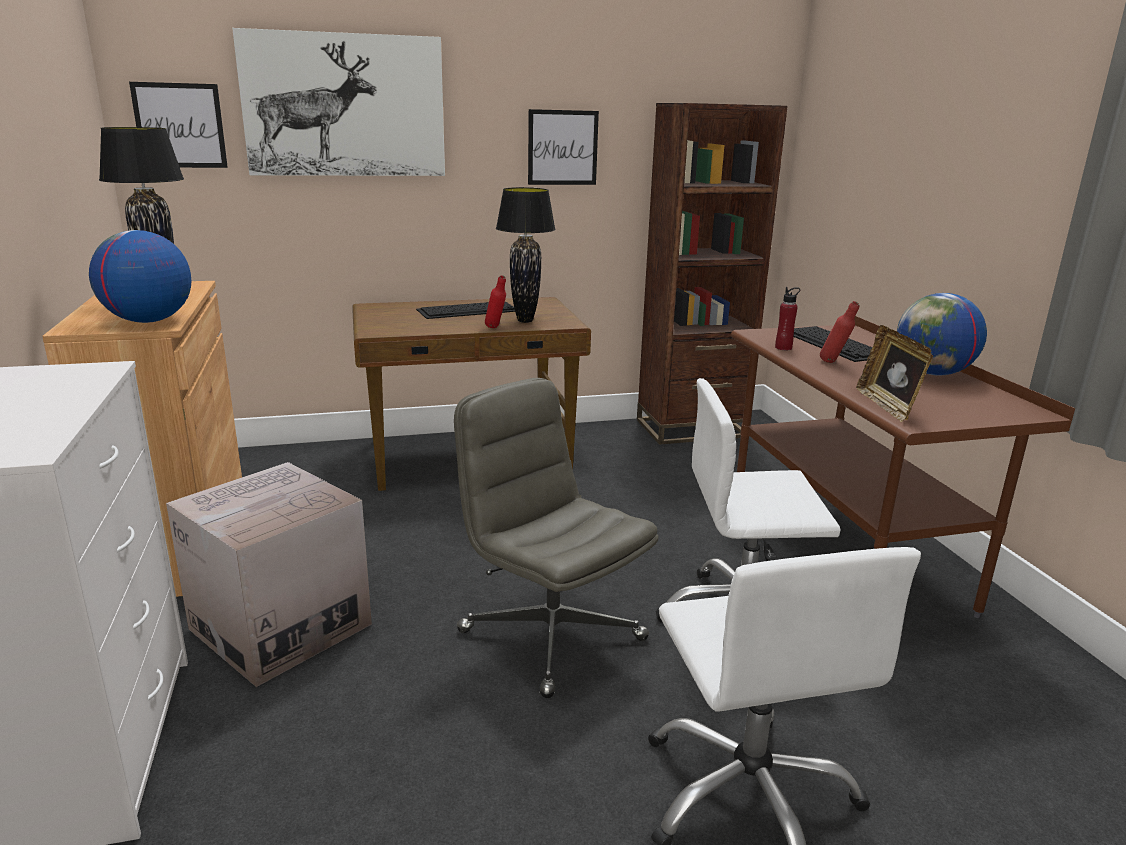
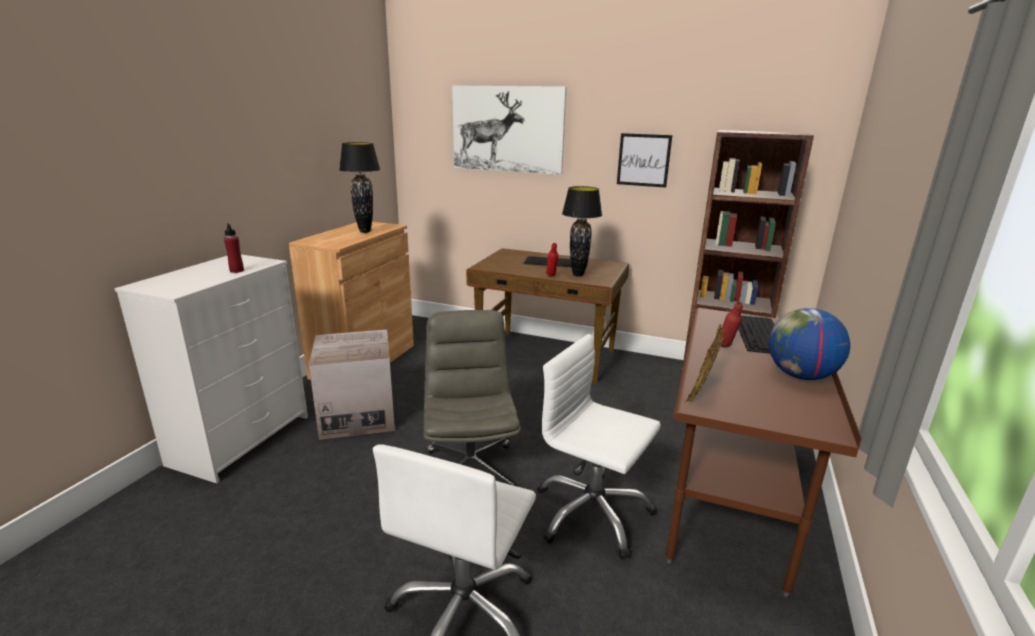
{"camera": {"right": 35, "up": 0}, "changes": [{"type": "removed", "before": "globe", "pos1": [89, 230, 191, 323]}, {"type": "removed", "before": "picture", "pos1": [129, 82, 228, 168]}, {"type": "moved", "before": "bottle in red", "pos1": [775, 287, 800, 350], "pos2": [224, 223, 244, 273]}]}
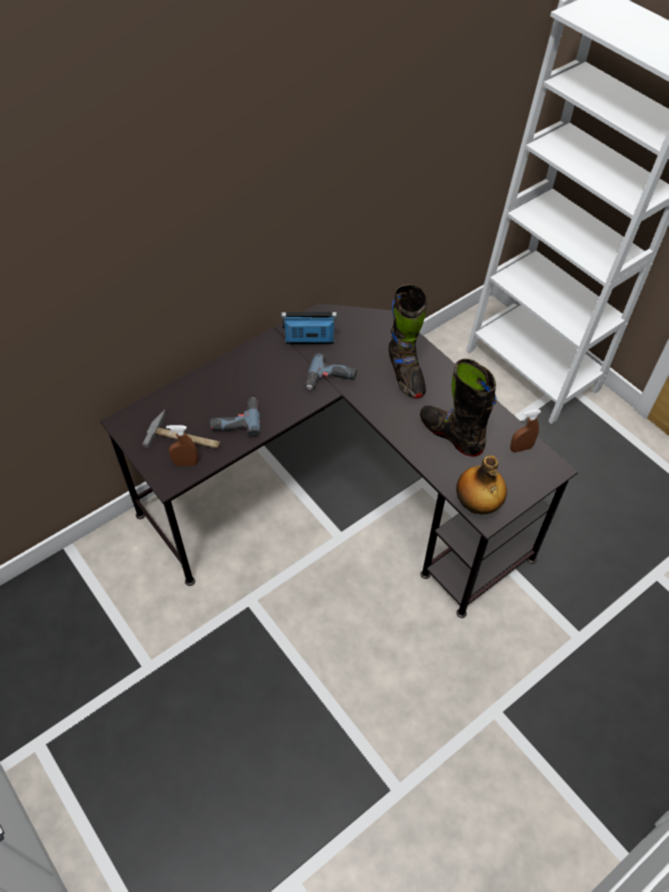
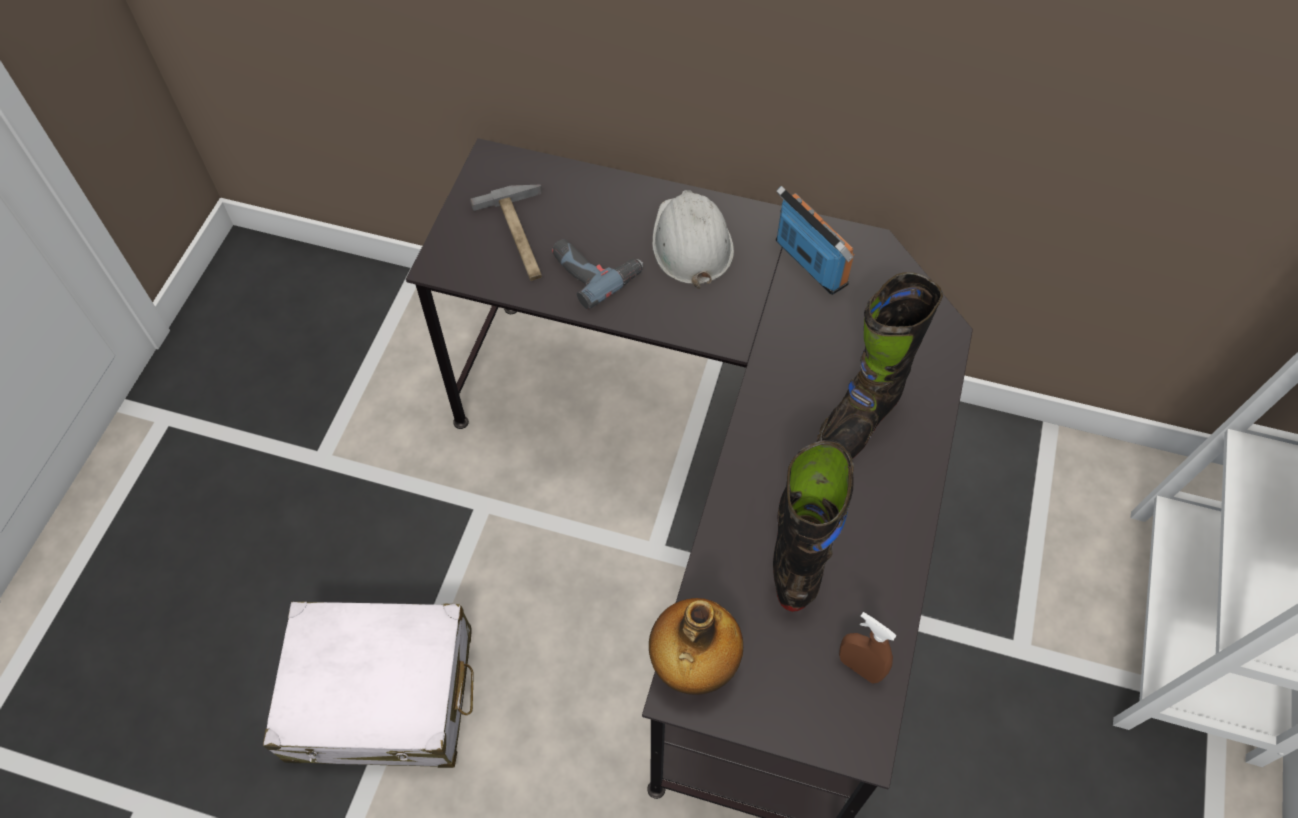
{"camera": {"right": 55, "up": 5}, "changes": [{"type": "removed", "before": "spray bottle in brown", "pos1": [166, 425, 198, 466]}, {"type": "removed", "before": "power drill", "pos1": [305, 353, 357, 390]}, {"type": "added", "after": "suitcase in white", "pos2": [263, 602, 473, 768]}, {"type": "added", "after": "hard hat in white", "pos2": [652, 190, 734, 289]}]}
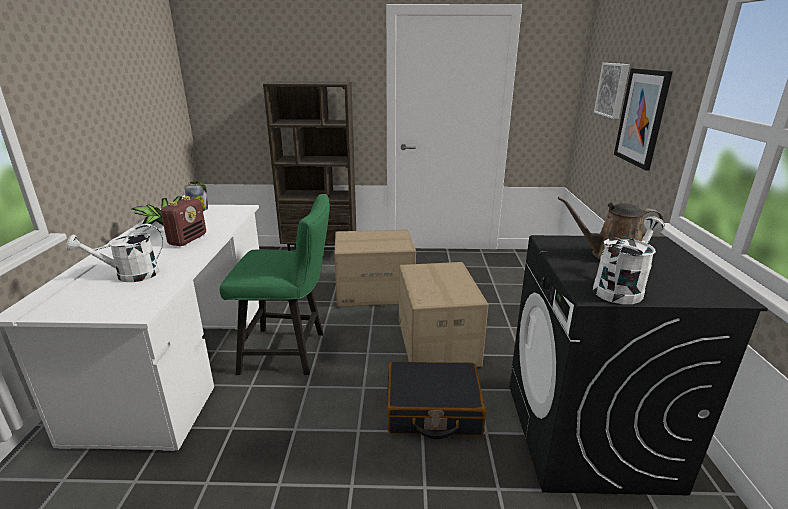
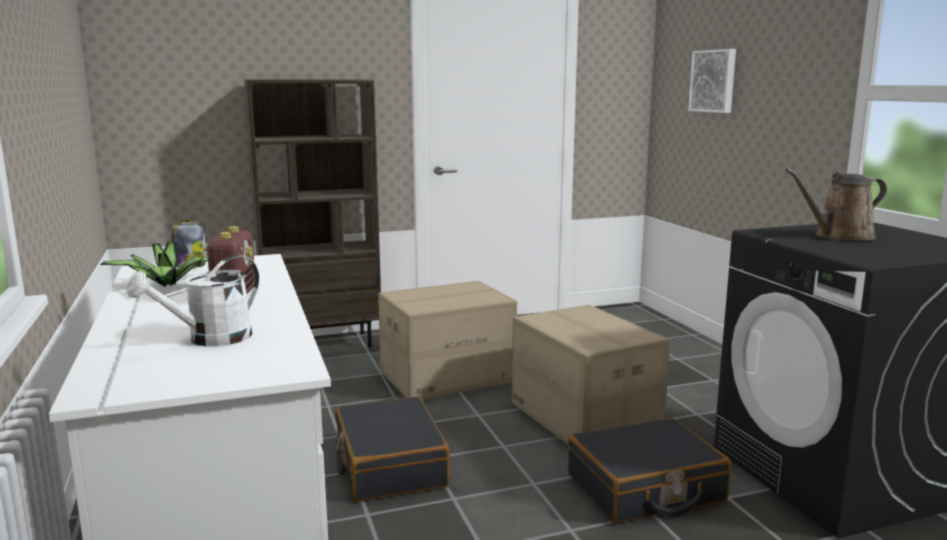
{"camera": {"right": -20, "up": -10}, "changes": [{"type": "replaced", "before": "chair in green", "after": "suitcase in black", "pos1": [219, 194, 330, 375], "pos2": [335, 396, 450, 502]}, {"type": "removed", "before": "watering can in white", "pos1": [593, 216, 665, 304]}, {"type": "removed", "before": "picture", "pos1": [614, 68, 673, 171]}]}
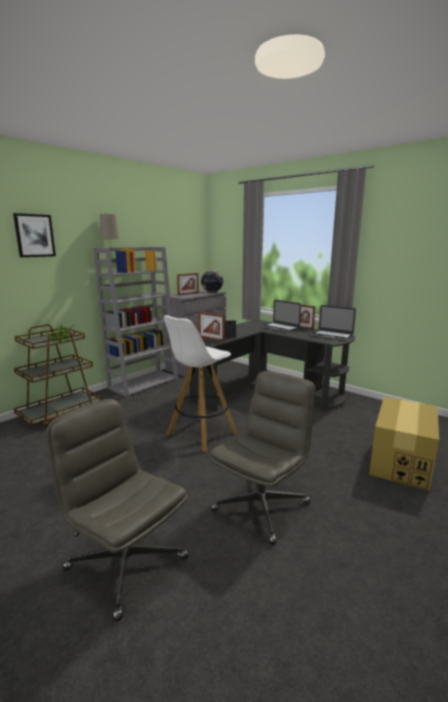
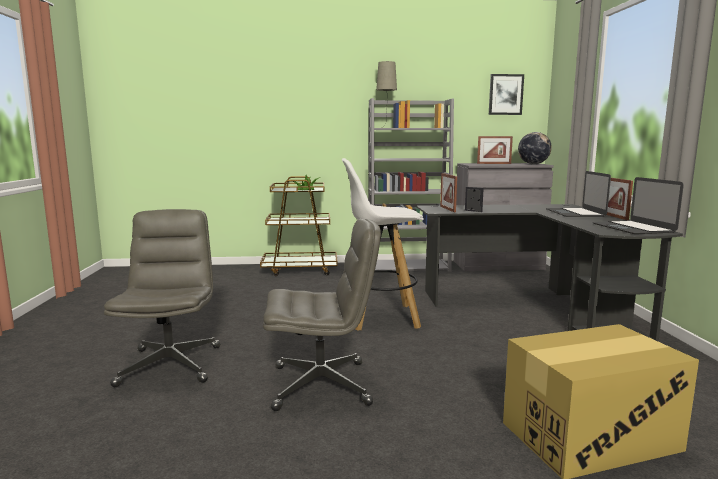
{"camera": {"right": 45, "up": -5}, "changes": [{"type": "moved", "before": "picture", "pos1": [13, 213, 56, 257], "pos2": [489, 74, 524, 115]}]}
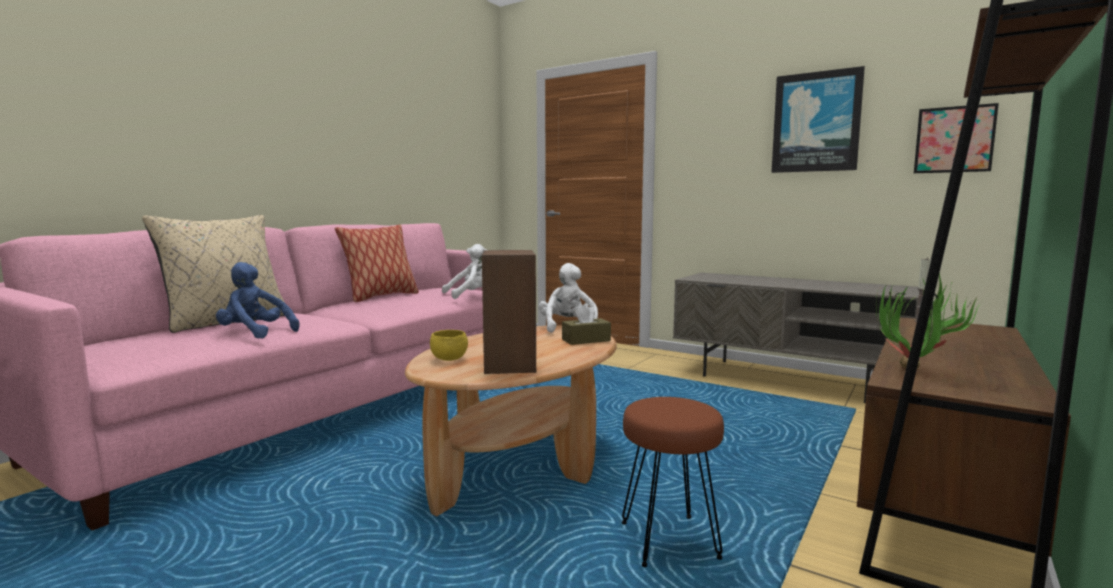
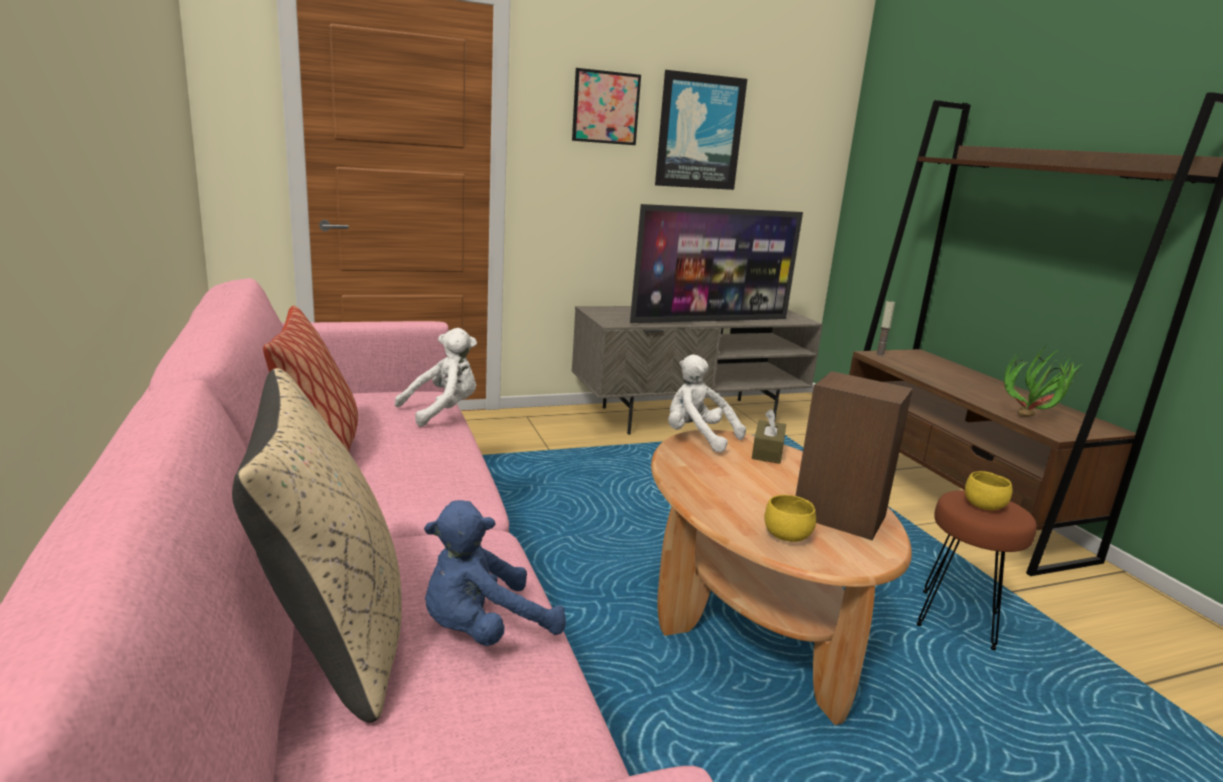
{"camera": {"right": -55, "up": 10}, "changes": [{"type": "turned", "before": "plush toy in white", "pos1": [442, 244, 486, 299], "pos2": [395, 328, 477, 427], "turn": 45}, {"type": "moved", "before": "picture", "pos1": [914, 103, 999, 173], "pos2": [572, 68, 641, 145]}, {"type": "added", "after": "television", "pos2": [630, 204, 803, 323]}, {"type": "added", "after": "bowl in yellow", "pos2": [965, 471, 1012, 510]}]}
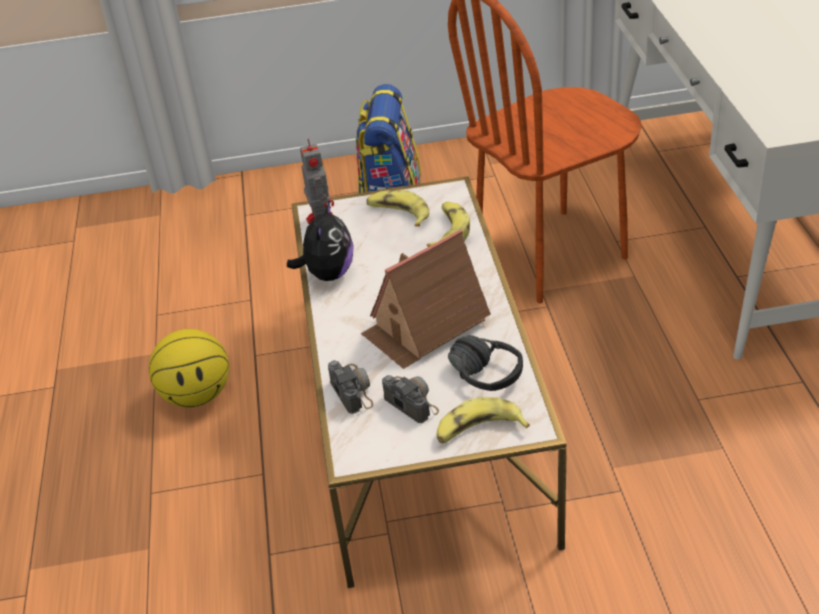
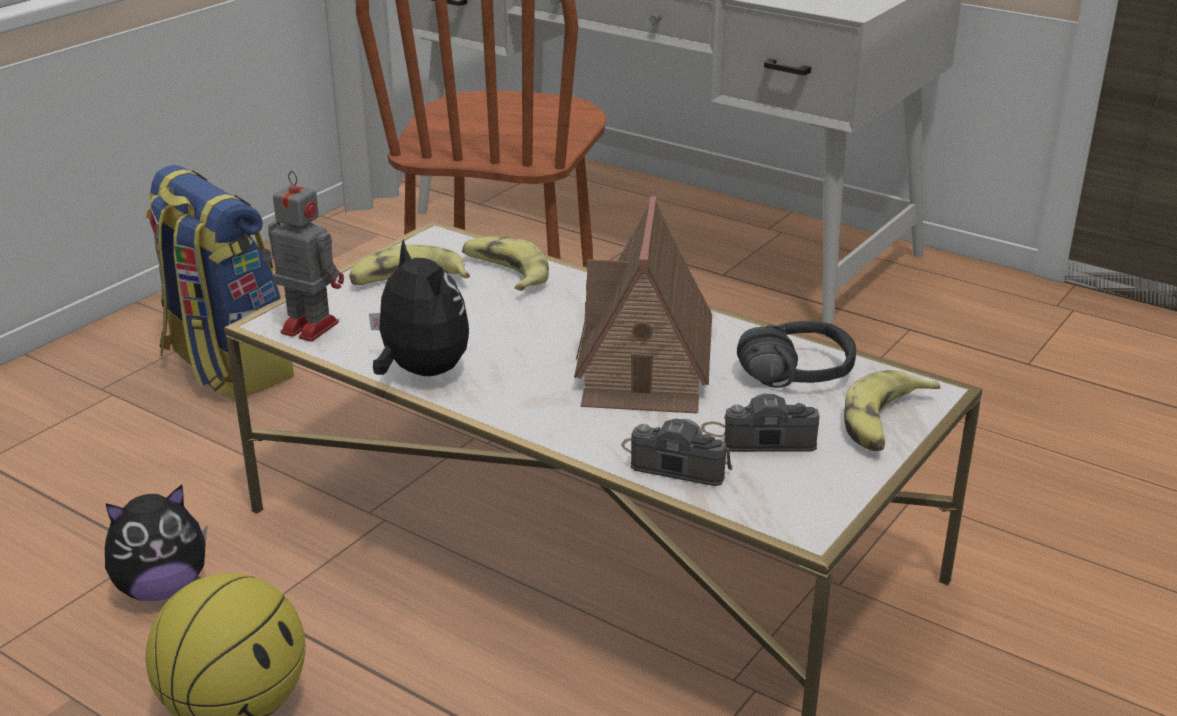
{"camera": {"right": -50, "up": -10}, "changes": [{"type": "added", "after": "plush toy", "pos2": [105, 485, 207, 601]}]}
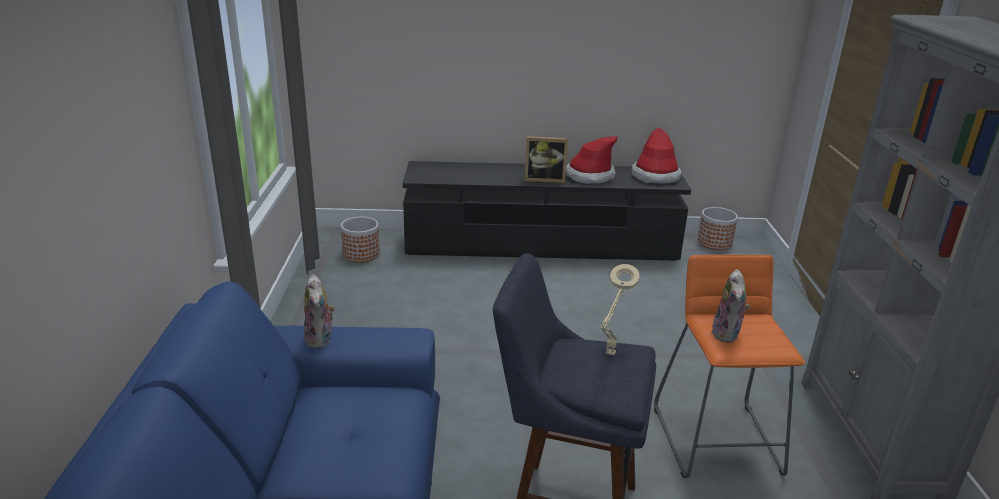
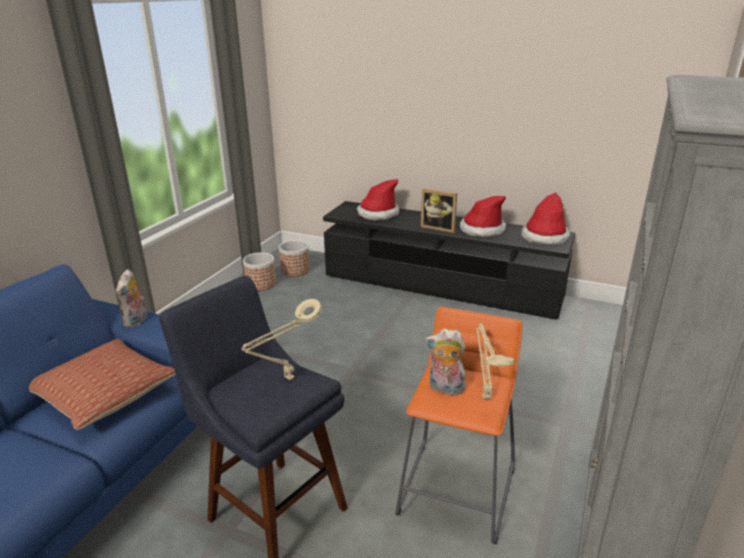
{"camera": {"right": 25, "up": 0}, "changes": [{"type": "moved", "before": "planter", "pos1": [697, 207, 738, 250], "pos2": [243, 252, 276, 291]}, {"type": "turned", "before": "plush toy", "pos1": [711, 269, 750, 343], "pos2": [425, 329, 466, 395], "turn": 75}, {"type": "added", "after": "pillow", "pos2": [28, 339, 176, 430]}, {"type": "added", "after": "hat", "pos2": [357, 179, 399, 221]}, {"type": "added", "after": "table lamp in beige", "pos2": [477, 323, 515, 399]}]}
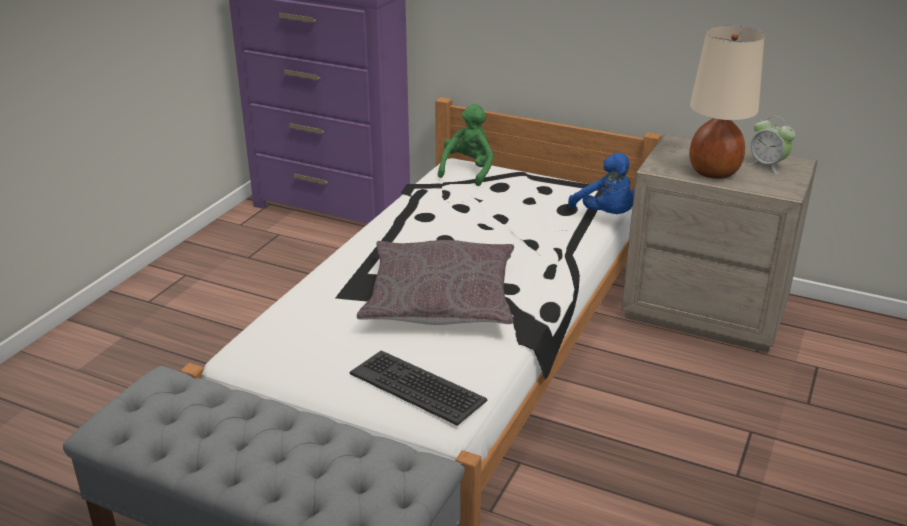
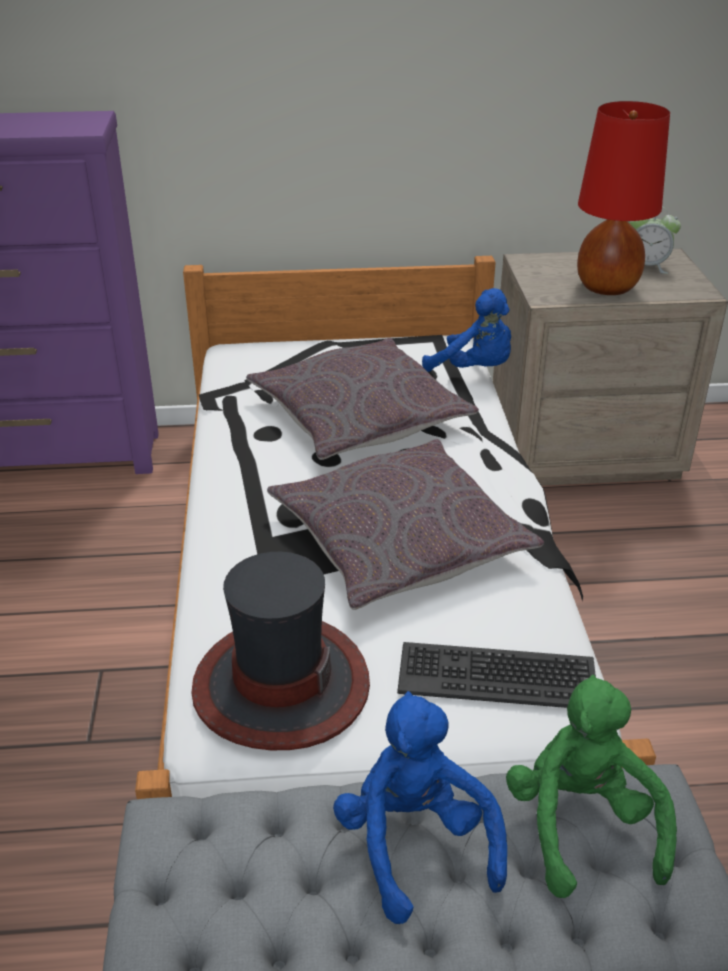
{"camera": {"right": -30, "up": 5}, "changes": [{"type": "moved", "before": "plush toy in green", "pos1": [438, 104, 494, 186], "pos2": [506, 675, 677, 898]}, {"type": "recoloured", "before": "table lamp in beige", "after": "table lamp in red", "pos1": [689, 26, 765, 179], "pos2": [577, 101, 670, 295]}, {"type": "added", "after": "hat", "pos2": [191, 552, 370, 750]}, {"type": "added", "after": "pillow in grey", "pos2": [246, 338, 479, 460]}, {"type": "added", "after": "plush toy in blue", "pos2": [333, 691, 507, 924]}]}
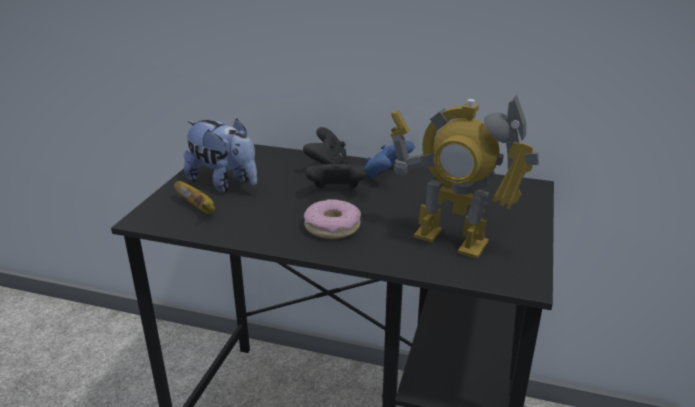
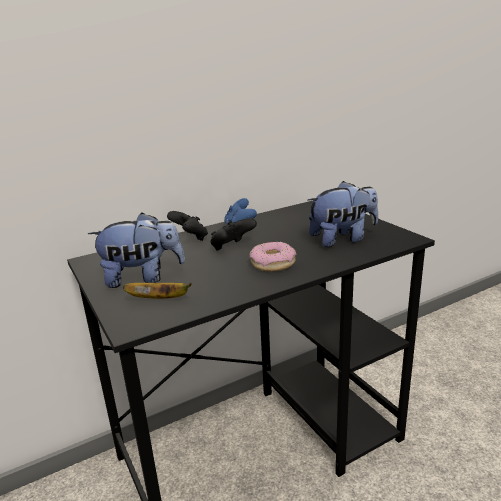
{"camera": {"right": -45, "up": -5}, "changes": [{"type": "replaced", "before": "toy robot", "after": "plush toy", "pos1": [391, 95, 539, 259], "pos2": [308, 181, 378, 247]}]}
